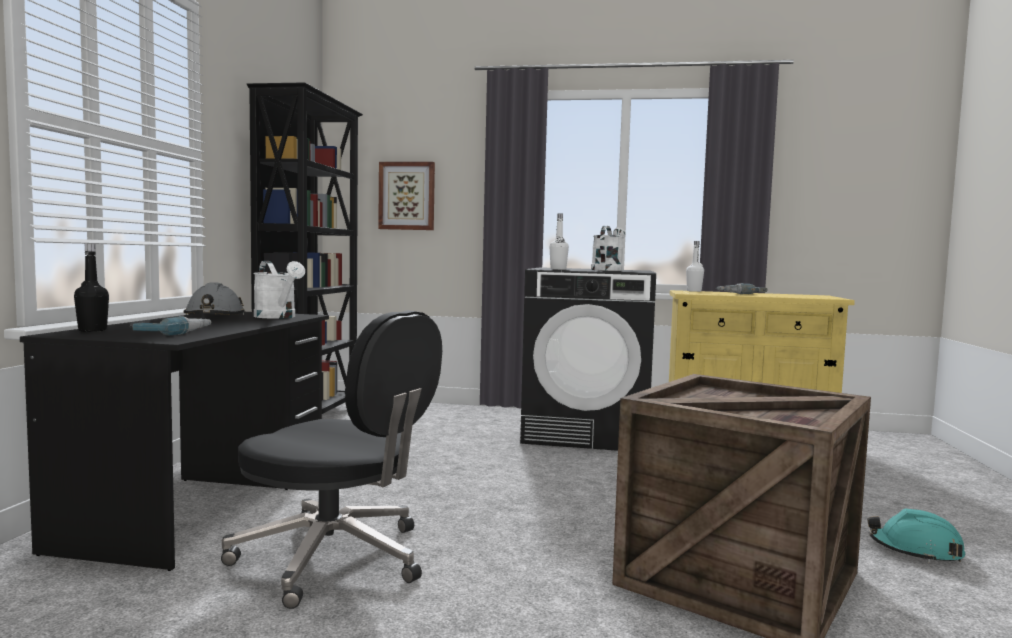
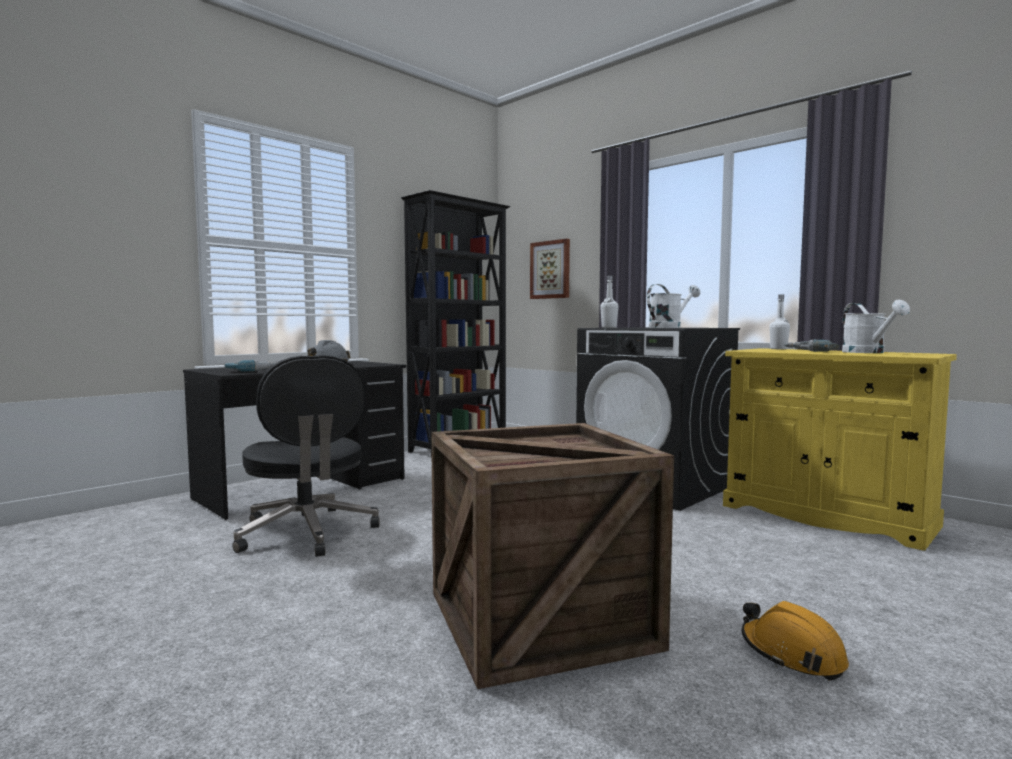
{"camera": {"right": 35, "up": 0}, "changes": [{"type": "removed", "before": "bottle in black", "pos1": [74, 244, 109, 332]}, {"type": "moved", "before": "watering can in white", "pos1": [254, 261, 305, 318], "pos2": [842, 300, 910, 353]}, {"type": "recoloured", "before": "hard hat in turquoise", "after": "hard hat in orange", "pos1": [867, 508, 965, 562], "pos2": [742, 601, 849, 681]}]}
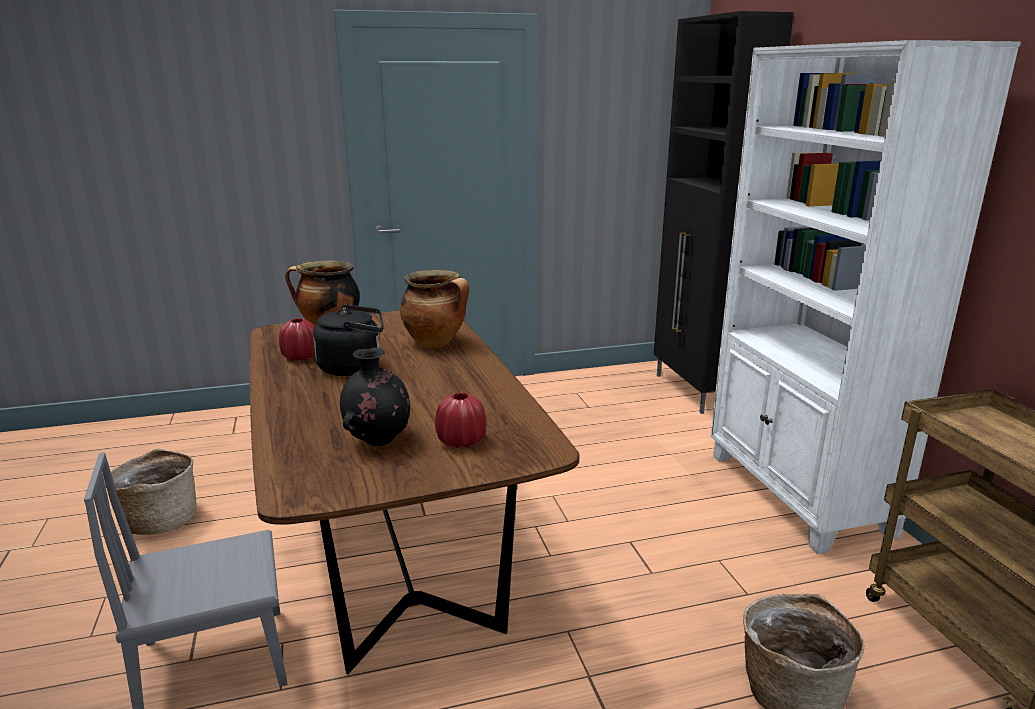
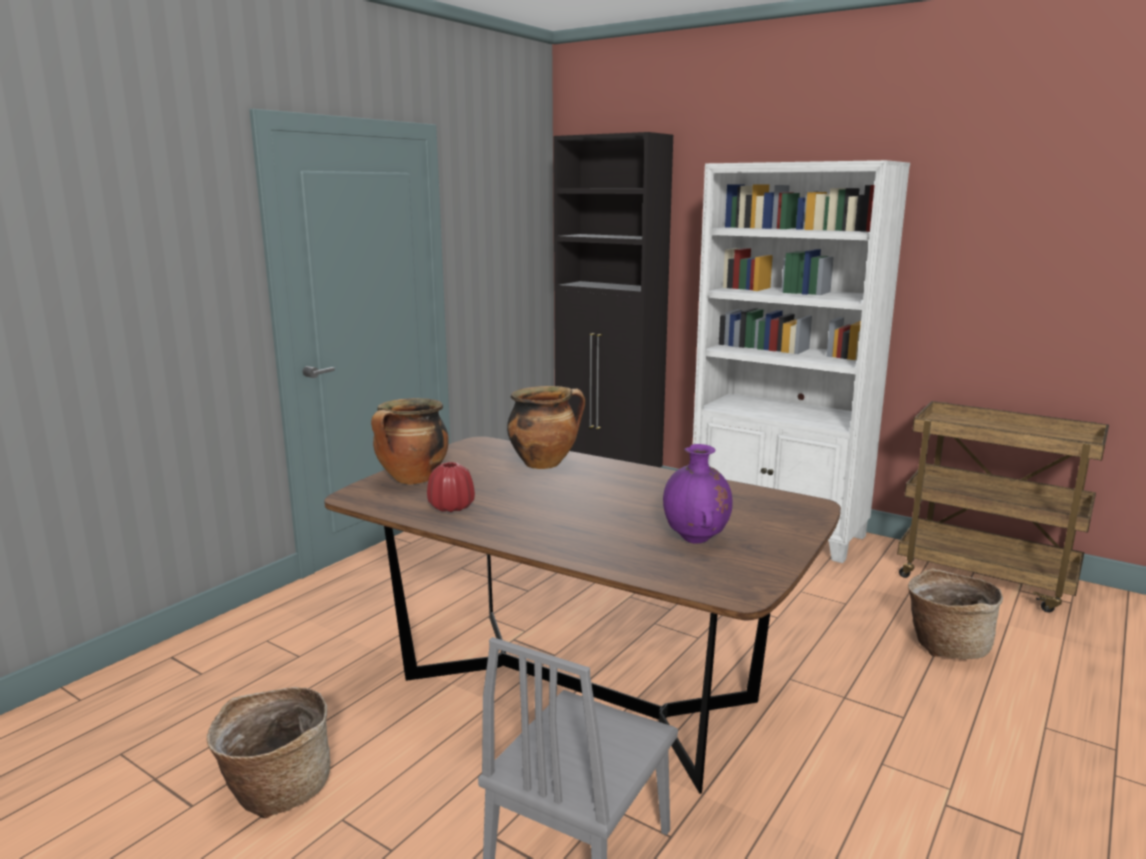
{"camera": {"right": -40, "up": -5}, "changes": [{"type": "removed", "before": "kettle in black", "pos1": [313, 304, 384, 376]}, {"type": "recoloured", "before": "vase in black", "after": "vase in purple", "pos1": [340, 348, 410, 446], "pos2": [663, 444, 733, 543]}, {"type": "removed", "before": "vase in red", "pos1": [435, 392, 487, 448]}]}
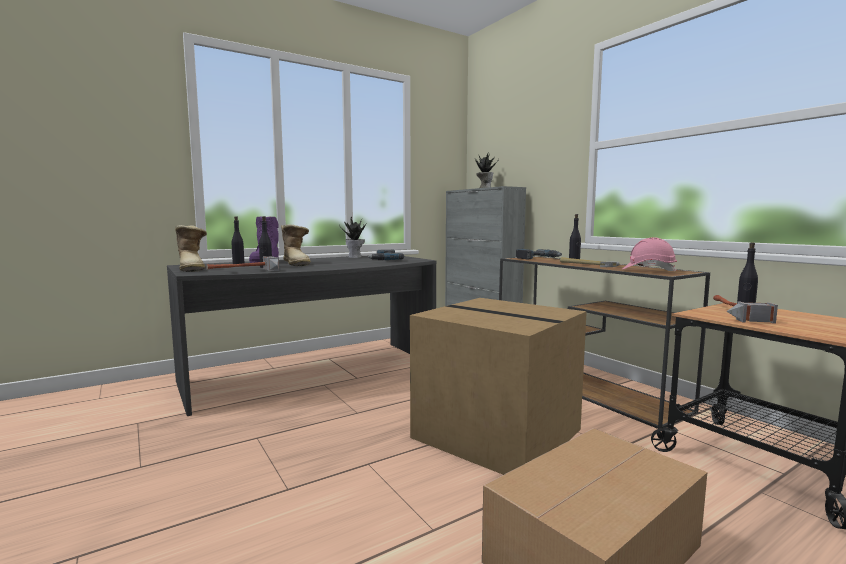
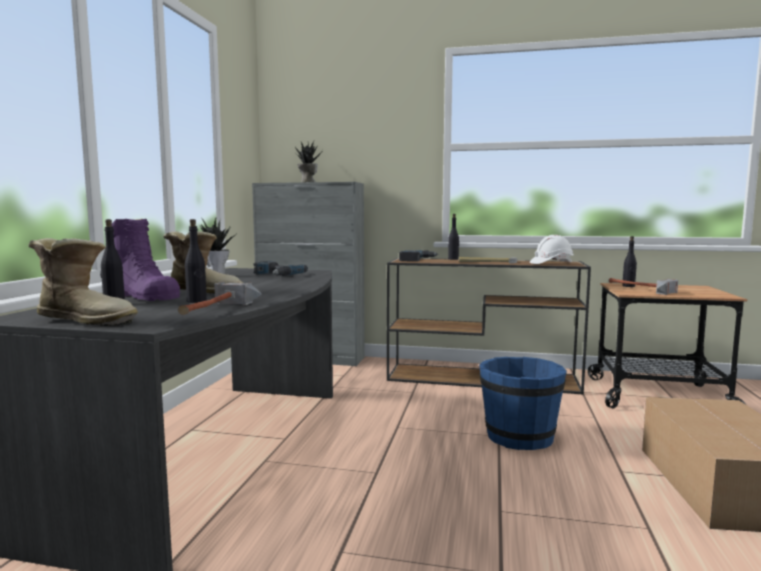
{"camera": {"right": -45, "up": 0}, "changes": [{"type": "replaced", "before": "cardboard box", "after": "bucket in blue", "pos1": [410, 298, 587, 475], "pos2": [479, 357, 567, 450]}, {"type": "recoloured", "before": "hard hat in pink", "after": "hard hat in white", "pos1": [622, 237, 677, 271], "pos2": [530, 235, 574, 264]}]}
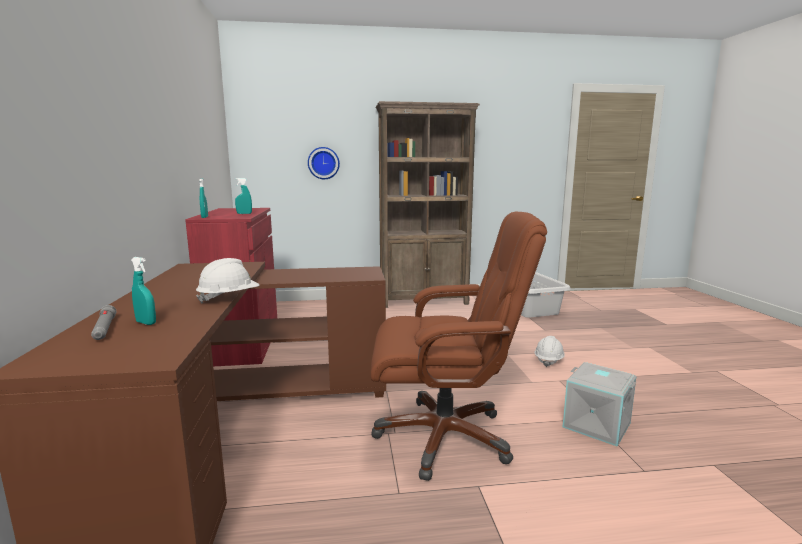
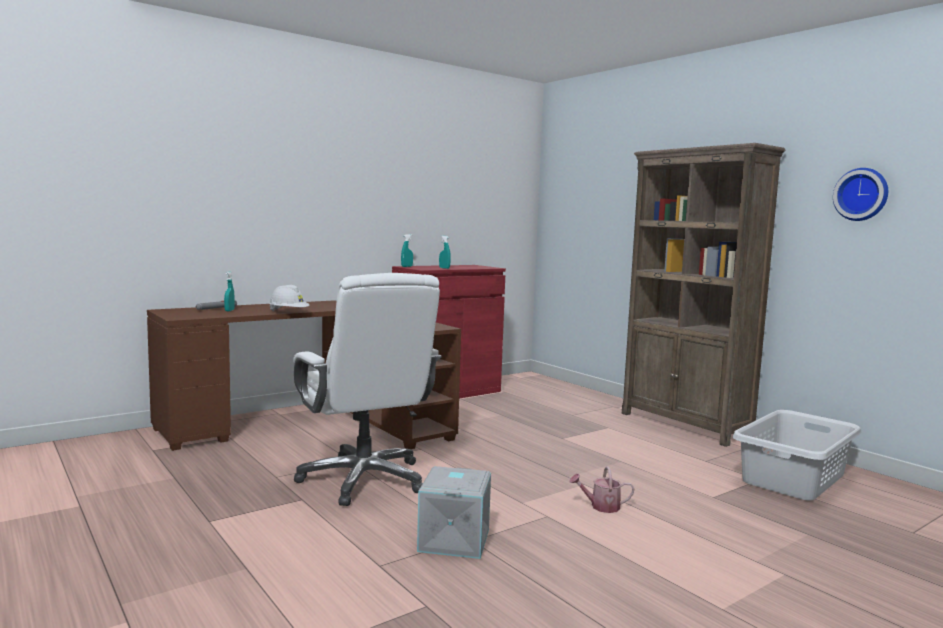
{"camera": {"right": 60, "up": -5}, "changes": [{"type": "moved", "before": "wall clock", "pos1": [308, 147, 340, 179], "pos2": [833, 168, 888, 221]}, {"type": "recoloured", "before": "office chair in brown", "after": "office chair in white", "pos1": [371, 211, 547, 481], "pos2": [293, 273, 442, 506]}, {"type": "replaced", "before": "hard hat in white", "after": "watering can", "pos1": [534, 336, 565, 367], "pos2": [569, 466, 634, 513]}]}
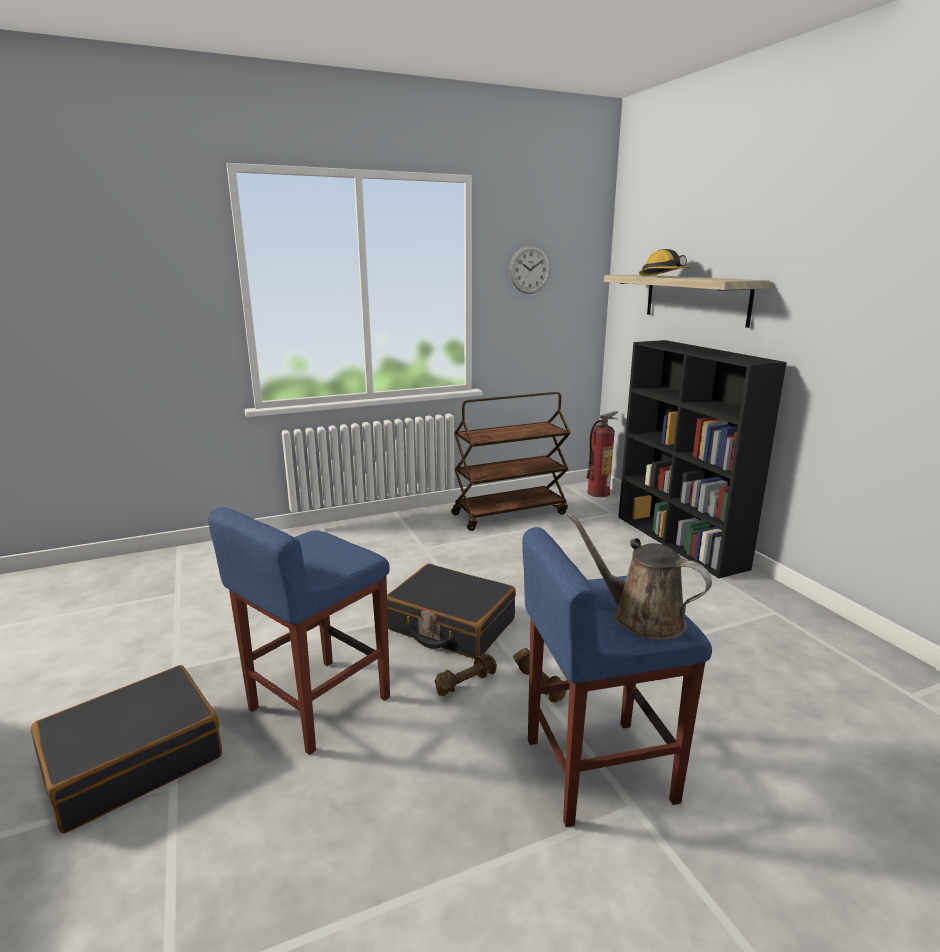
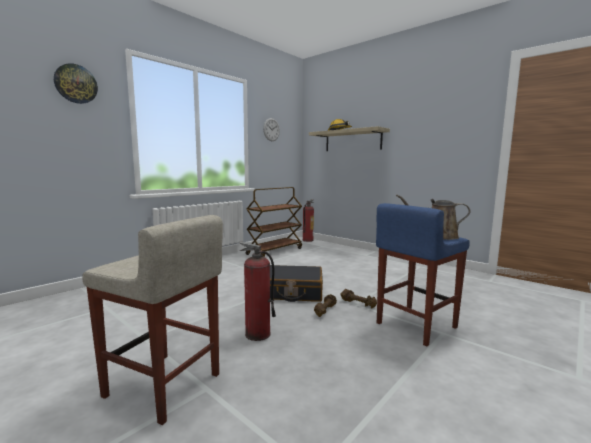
{"camera": {"right": -25, "up": -10}, "changes": [{"type": "replaced", "before": "suitcase in black", "after": "stool in beige", "pos1": [31, 665, 222, 833], "pos2": [82, 215, 223, 425]}, {"type": "replaced", "before": "stool in blue", "after": "fire extinguisher", "pos1": [208, 508, 390, 755], "pos2": [239, 242, 276, 341]}, {"type": "removed", "before": "bookcase in black", "pos1": [618, 340, 787, 579]}, {"type": "added", "after": "wall clock", "pos2": [54, 63, 98, 104]}]}
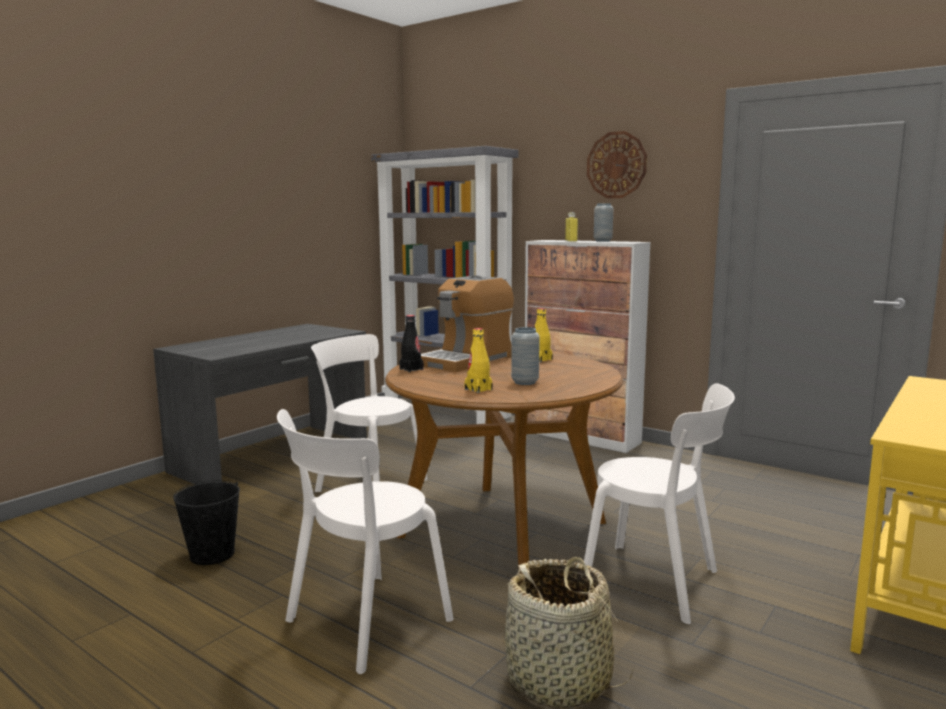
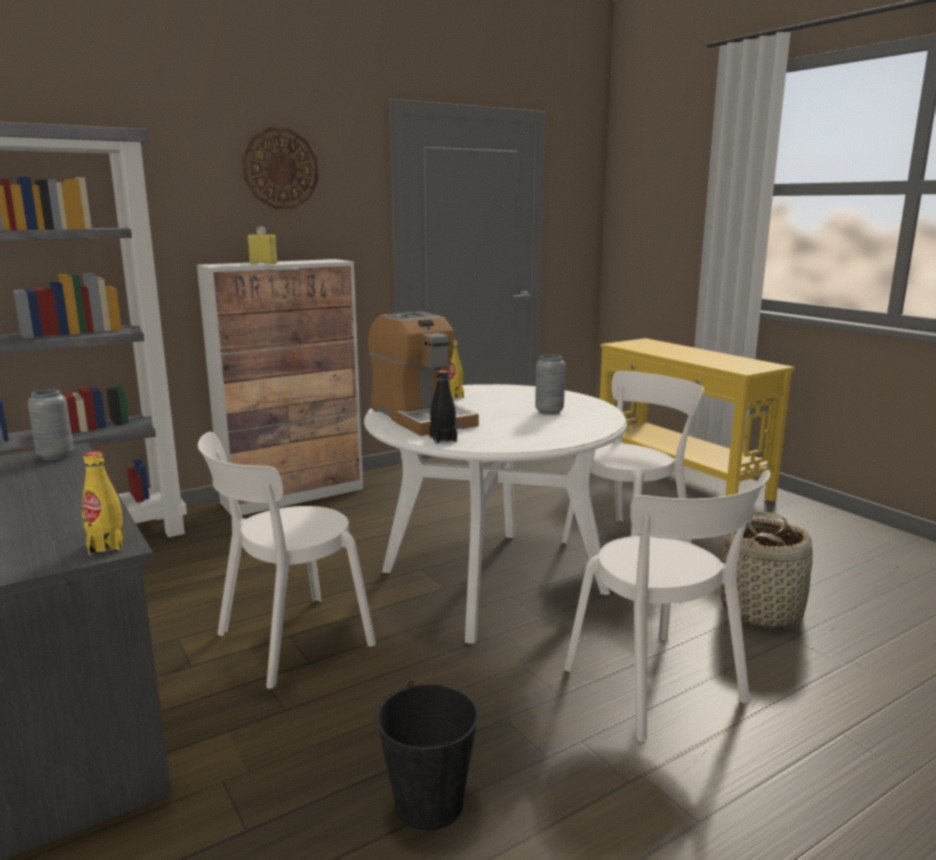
{"camera": {"right": -70, "up": 5}, "changes": [{"type": "recoloured", "before": "dining table in brown", "after": "dining table in white", "pos1": [385, 353, 623, 570], "pos2": [364, 384, 627, 644]}, {"type": "moved", "before": "bottle in yellow", "pos1": [464, 328, 493, 393], "pos2": [82, 451, 124, 555]}, {"type": "moved", "before": "vase in grey", "pos1": [594, 203, 613, 242], "pos2": [28, 389, 74, 460]}]}
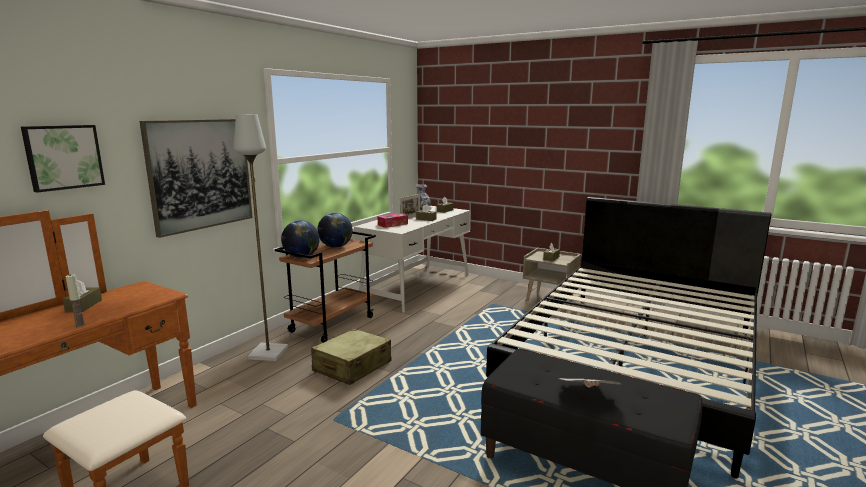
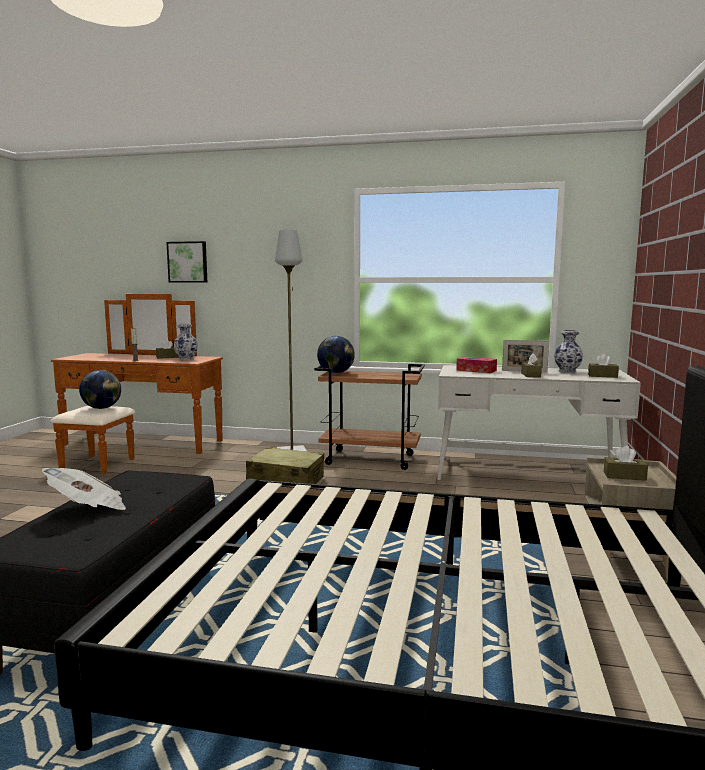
{"camera": {"right": 70, "up": -5}, "changes": [{"type": "removed", "before": "picture", "pos1": [140, 119, 253, 238]}, {"type": "moved", "before": "globe", "pos1": [317, 213, 353, 248], "pos2": [79, 370, 121, 409]}, {"type": "added", "after": "vase", "pos2": [174, 324, 198, 361]}]}
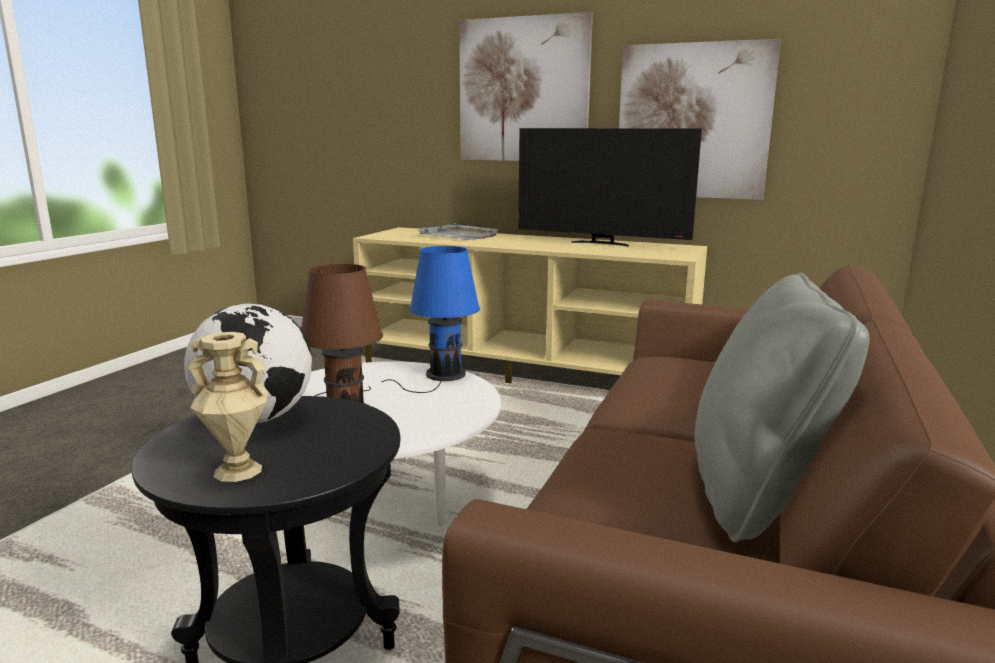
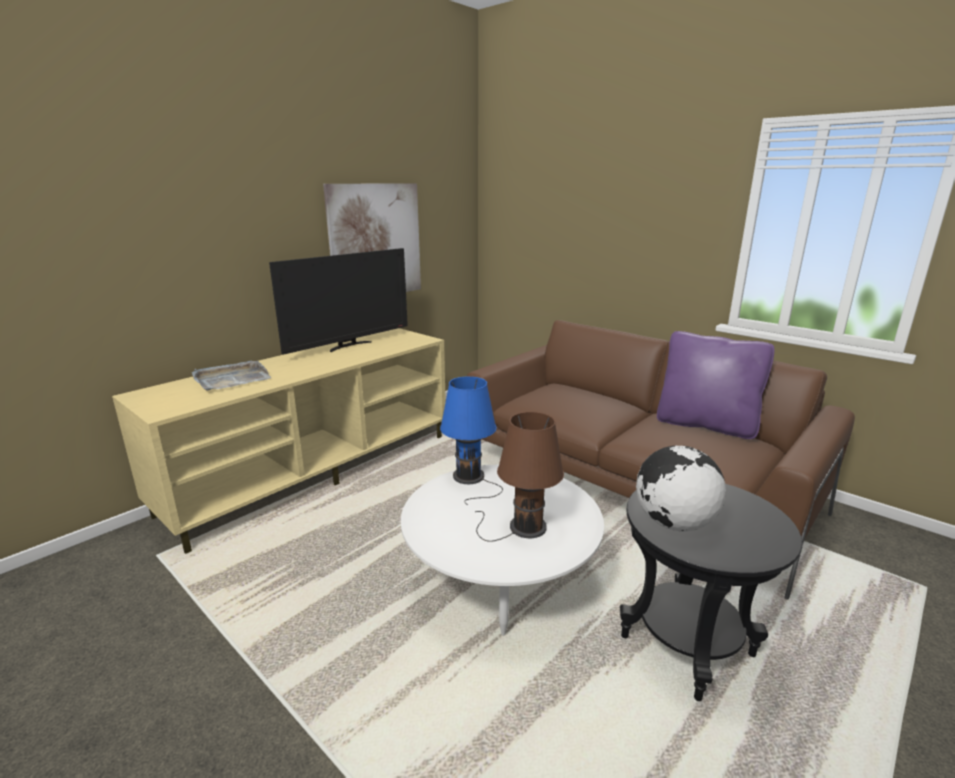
{"camera": {"right": -70, "up": 5}, "changes": [{"type": "removed", "before": "vase in beige", "pos1": [188, 332, 268, 482]}, {"type": "removed", "before": "picture", "pos1": [459, 12, 593, 161]}, {"type": "recoloured", "before": "pillow in grey", "after": "pillow in purple", "pos1": [695, 272, 870, 543], "pos2": [657, 331, 774, 439]}]}
